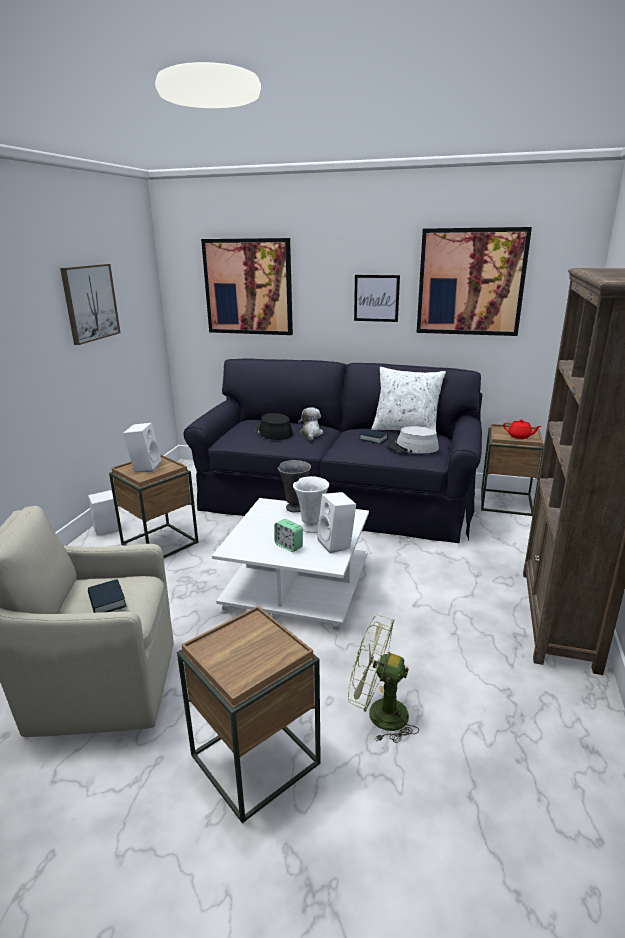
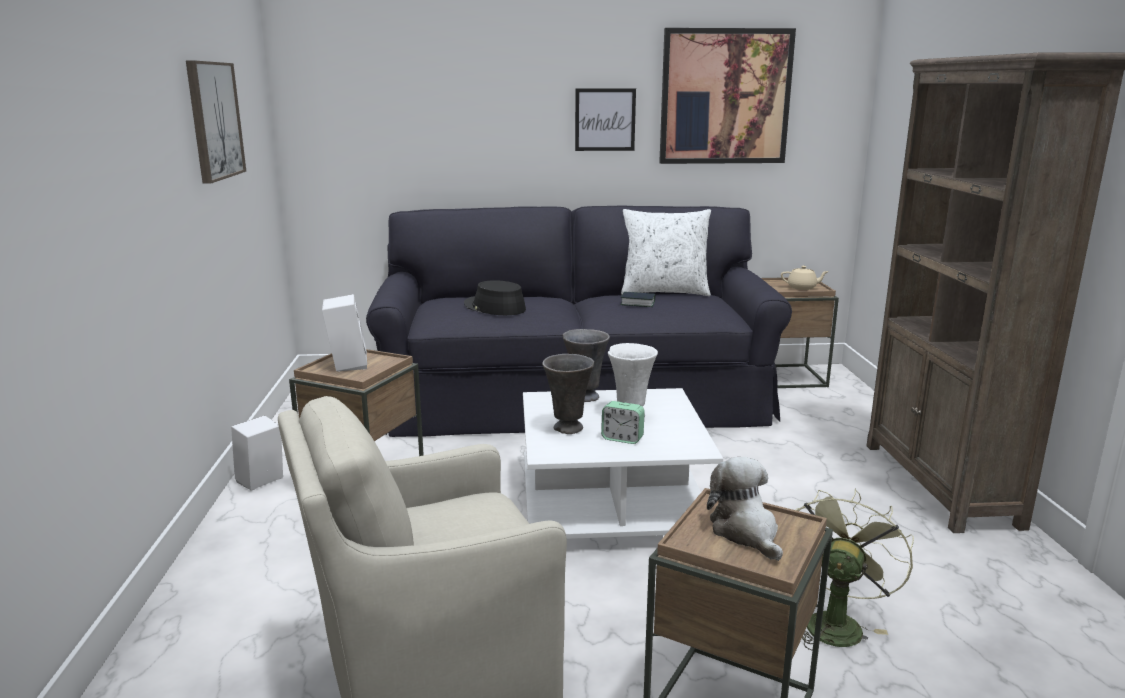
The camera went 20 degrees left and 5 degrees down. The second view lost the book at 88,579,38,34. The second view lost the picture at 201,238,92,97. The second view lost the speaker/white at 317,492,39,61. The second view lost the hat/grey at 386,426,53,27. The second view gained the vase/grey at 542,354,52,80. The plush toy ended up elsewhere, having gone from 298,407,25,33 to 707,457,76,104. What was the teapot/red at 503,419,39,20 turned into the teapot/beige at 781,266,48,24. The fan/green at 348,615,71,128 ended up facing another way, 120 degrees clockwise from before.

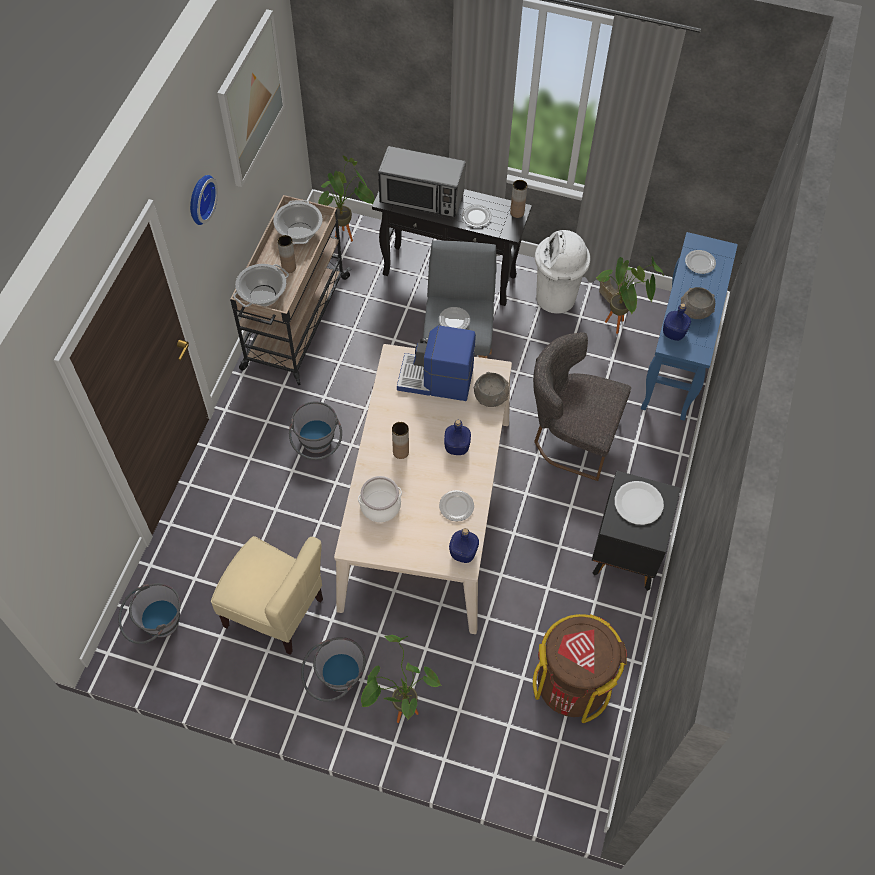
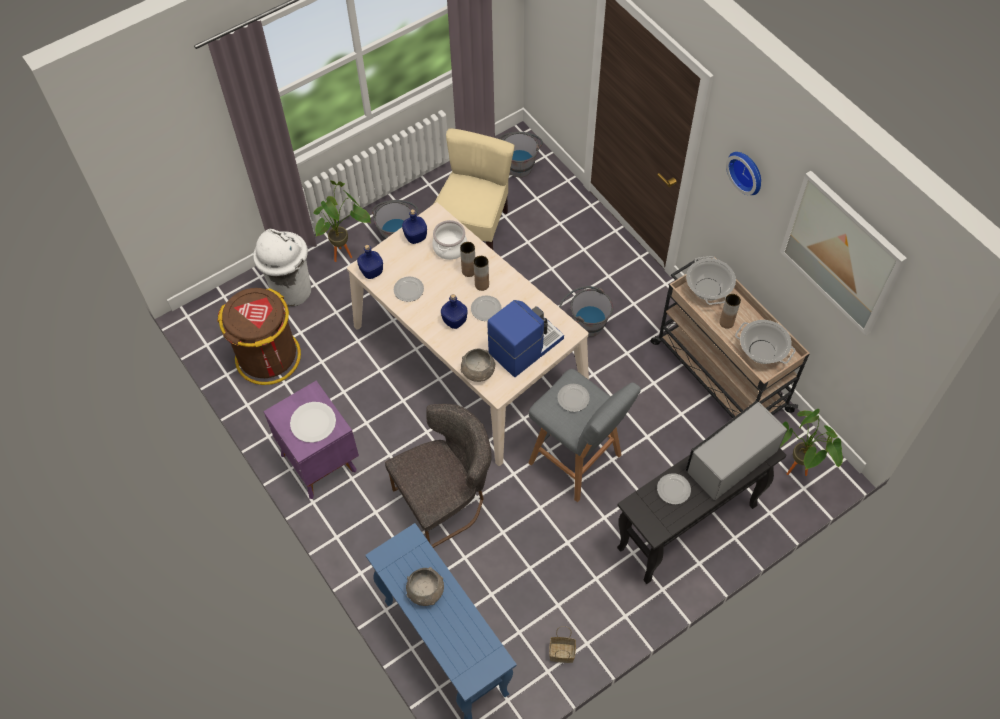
The camera went 130 degrees right and 0 degrees up. The second view lost the potted plant at 596,257,68,77. The vase/brown ended up elsewhere, having gone from 510,180,18,38 to 460,242,15,35. The trash can/white ended up elsewhere, having gone from 535,230,55,84 to 253,229,58,77. The bottle/blue ended up elsewhere, having gone from 663,303,28,38 to 402,209,25,35. The plate ended up elsewhere, having gone from 685,250,31,24 to 471,295,31,26. What was the nightstand/black at 592,470,89,121 turned into the nightstand/purple at 263,381,96,118. The chair/beige at 211,536,112,119 ended up facing another way, 135 degrees clockwise from before.

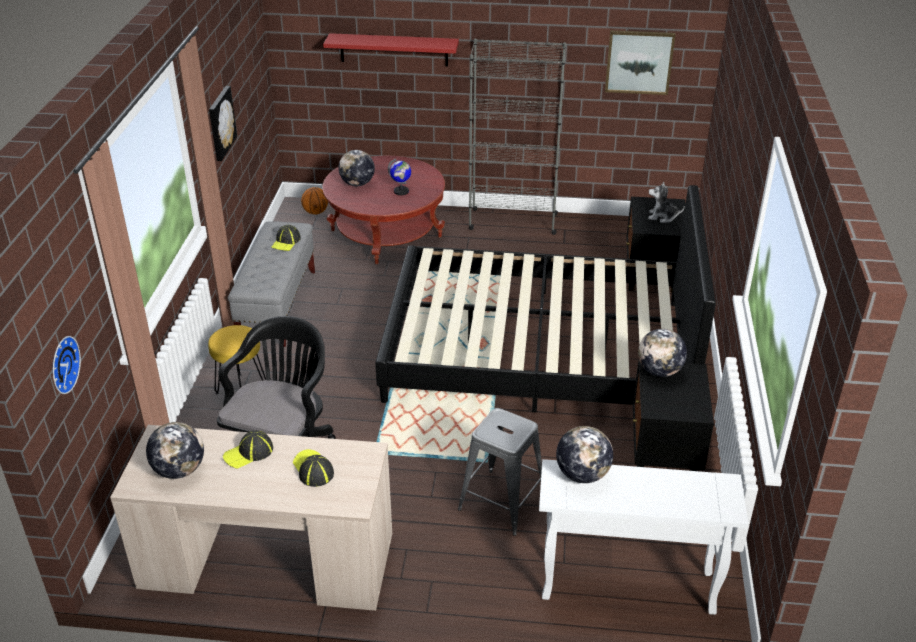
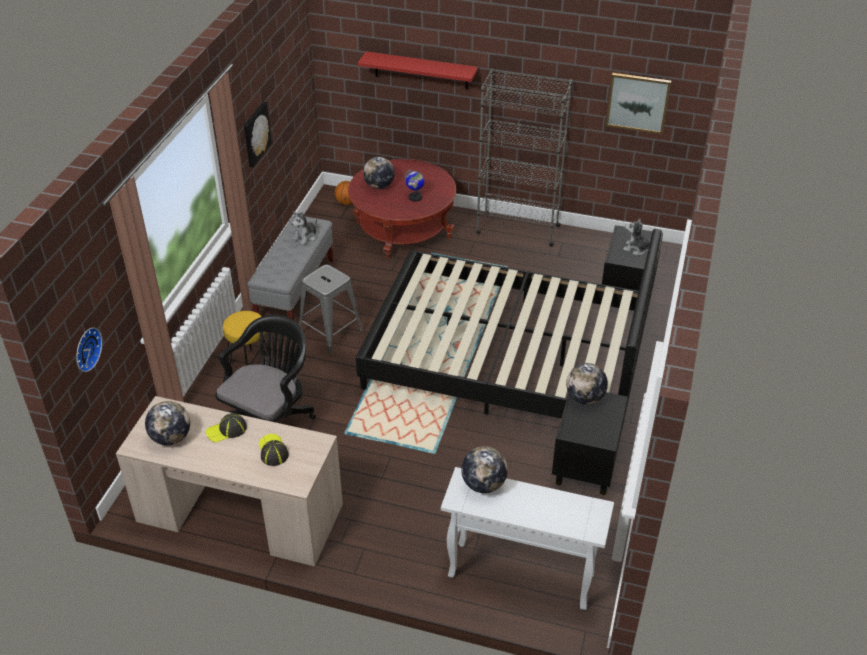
The camera went 10 degrees right and 5 degrees up. The stool/grey ended up elsewhere, having gone from 458,408,84,128 to 299,264,64,91. Where the cap stood at 271,225,30,26, the plush toy came to stand at 291,211,26,34.

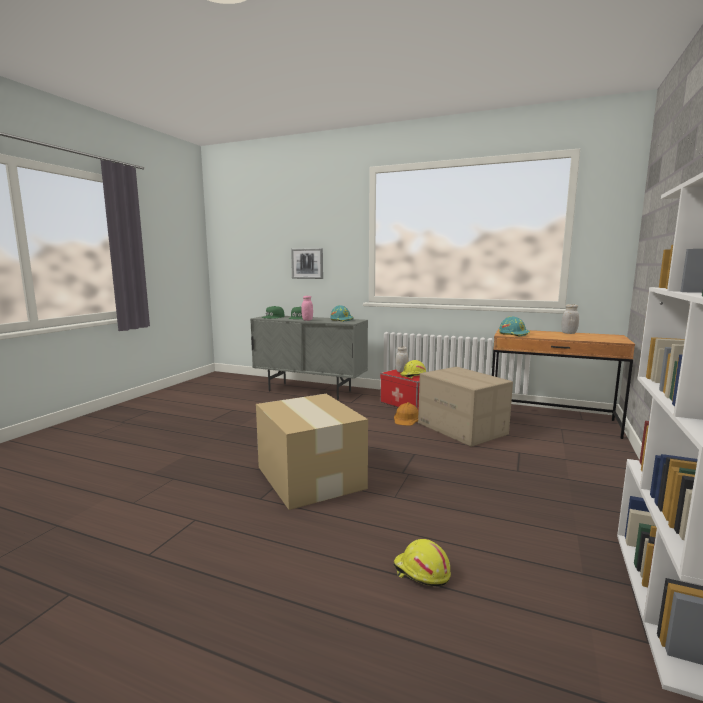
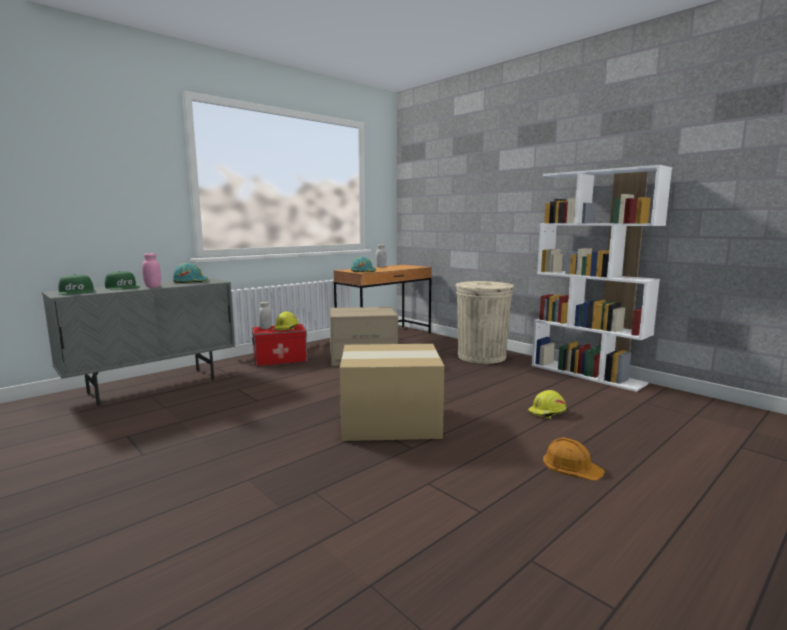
The camera went 65 degrees left and 0 degrees up. The second view lost the picture at 291,248,32,31. The second view gained the trash can/beige at 456,281,58,83. The hard hat/orange ended up elsewhere, having gone from 394,402,24,24 to 543,437,62,43.

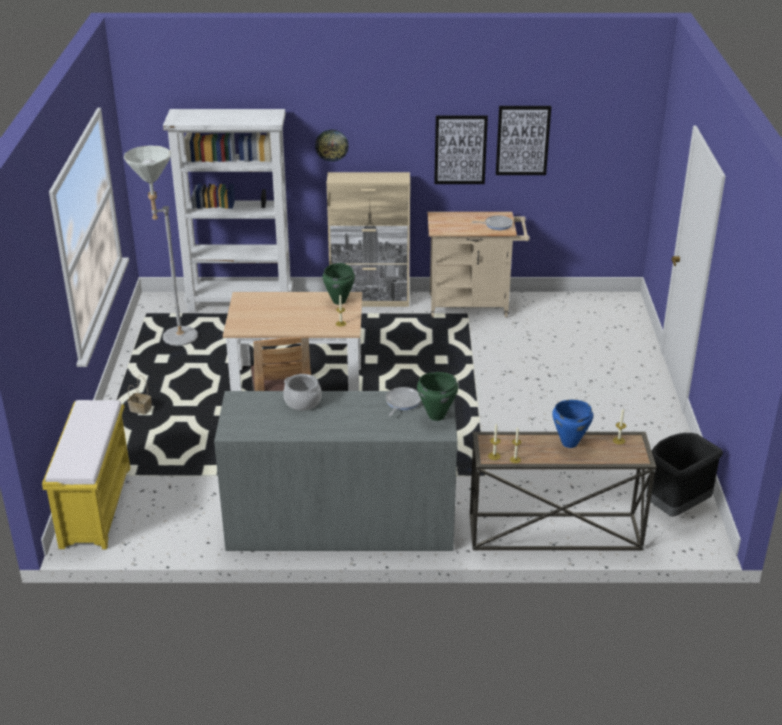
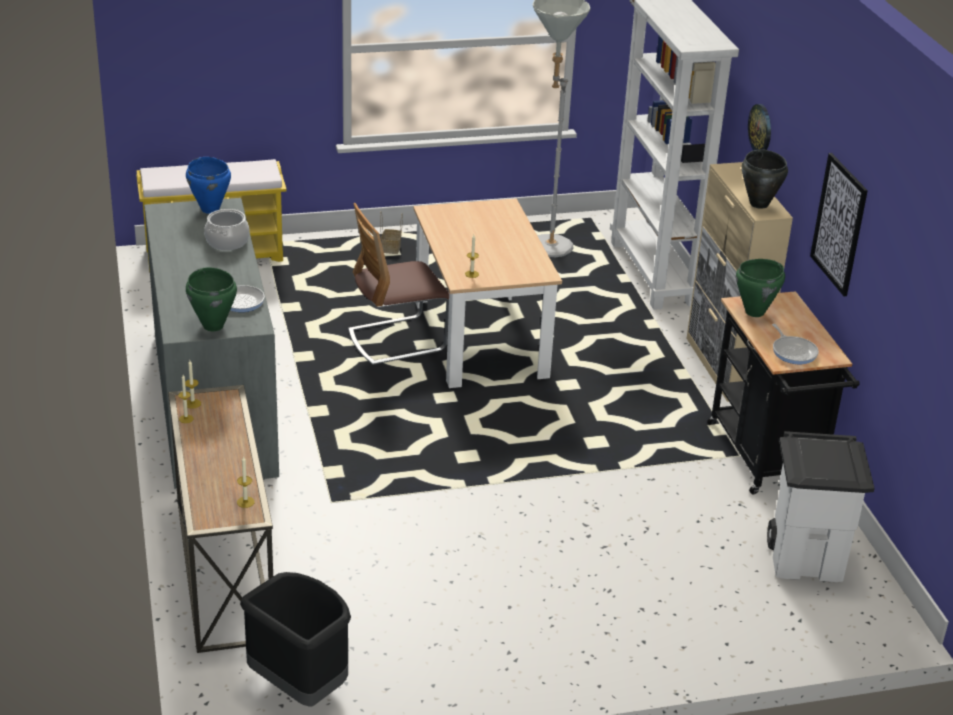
The camera went 75 degrees right and 0 degrees up. The second view lost the picture at 496,106,55,69. The second view gained the cooking pot/black at 742,149,46,60. The second view gained the trash can/white at 767,431,108,151. The cooking pot/green ended up elsewhere, having gone from 323,263,32,42 to 736,259,49,58. The cooking pot/blue ended up elsewhere, having gone from 552,400,41,48 to 186,157,45,57. What was the cart/beige at 428,212,102,105 turned into the cart/black at 707,291,153,203.

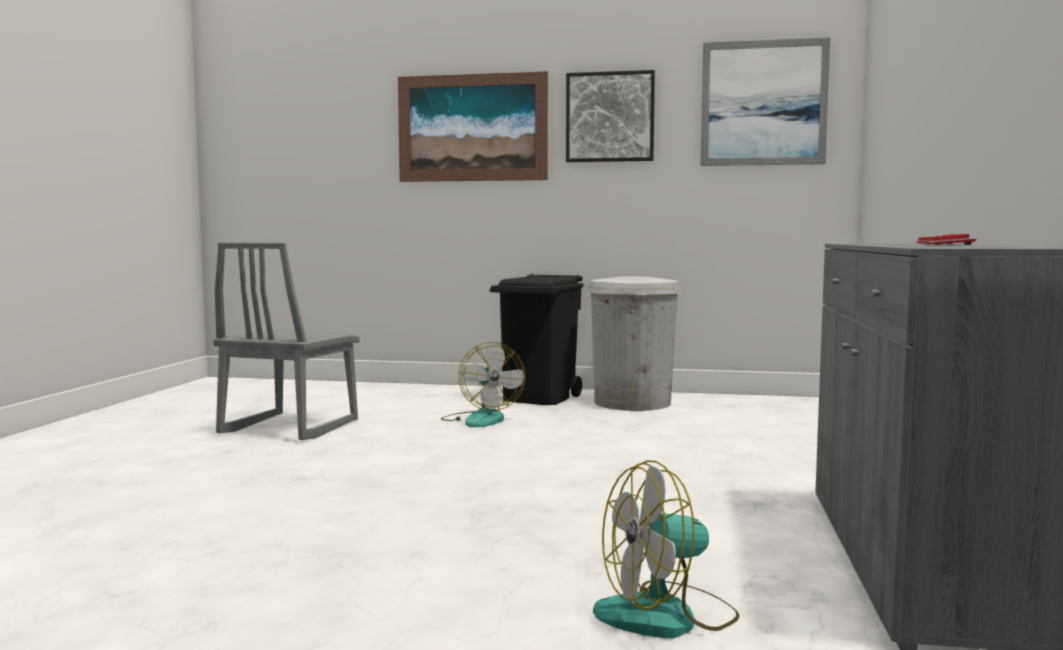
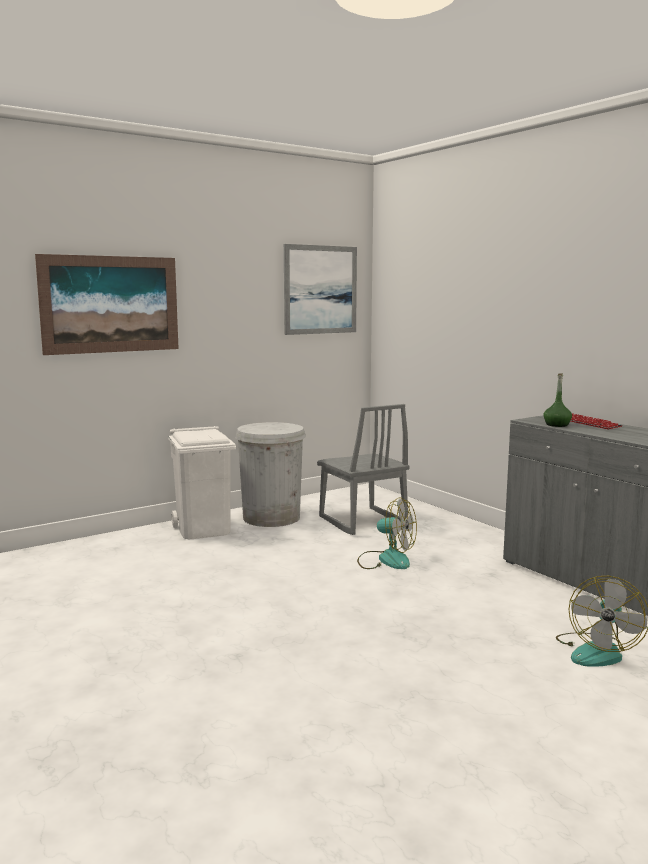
The camera went 45 degrees left and 5 degrees up. The second view lost the picture at 566,70,89,92. The second view gained the bottle/green at 544,373,28,54. The chair/grey ended up elsewhere, having gone from 214,242,146,198 to 317,404,92,131. The fan ended up elsewhere, having gone from 441,342,84,85 to 357,498,60,71. What was the trash can/black at 490,274,94,131 turned into the trash can/white at 168,426,68,113.

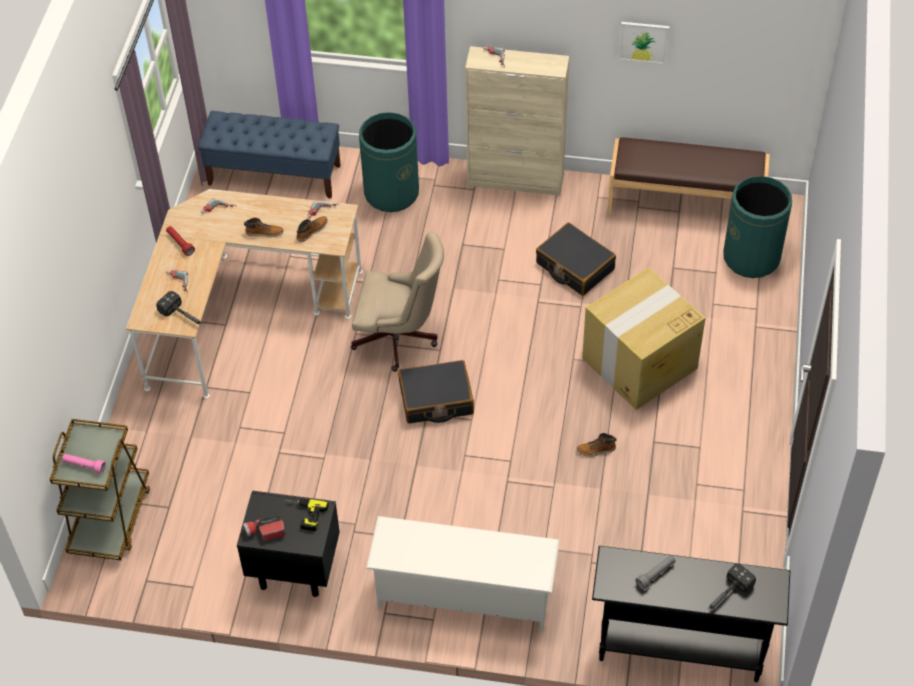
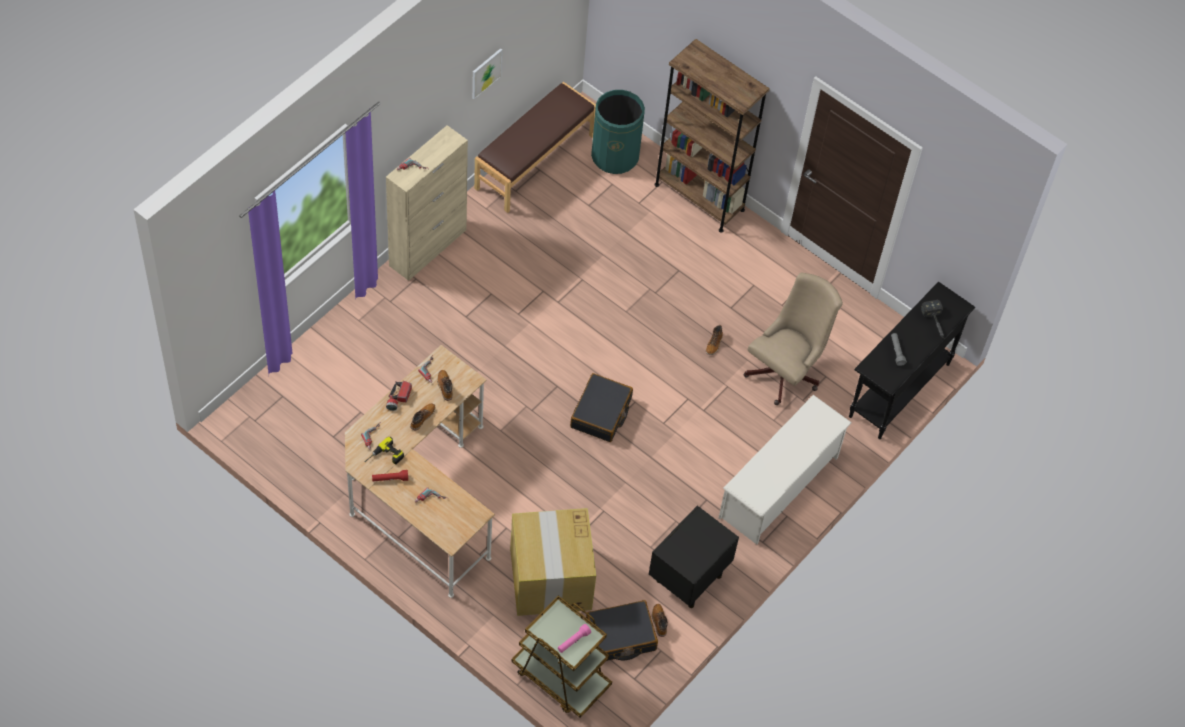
The camera went 65 degrees left and 5 degrees up. The second view lost the hammer at 156,291,46,34. The second view lost the bench/blue at 198,111,143,88. The second view lost the trash can/green at 359,112,60,100. The second view gained the boot at 652,604,16,33. The second view gained the bookcase/brown at 654,39,116,193. The flashlight ended up elsewhere, having gone from 243,515,42,26 to 386,381,26,30. The power drill ended up elsewhere, having gone from 284,499,45,32 to 365,437,39,27. The office chair/beige ended up elsewhere, having gone from 351,232,93,140 to 744,273,99,132. The suitcase/black ended up elsewhere, having gone from 536,223,80,73 to 586,600,72,61. The cardboard box ended up elsewhere, having gone from 582,267,123,143 to 510,508,86,108.

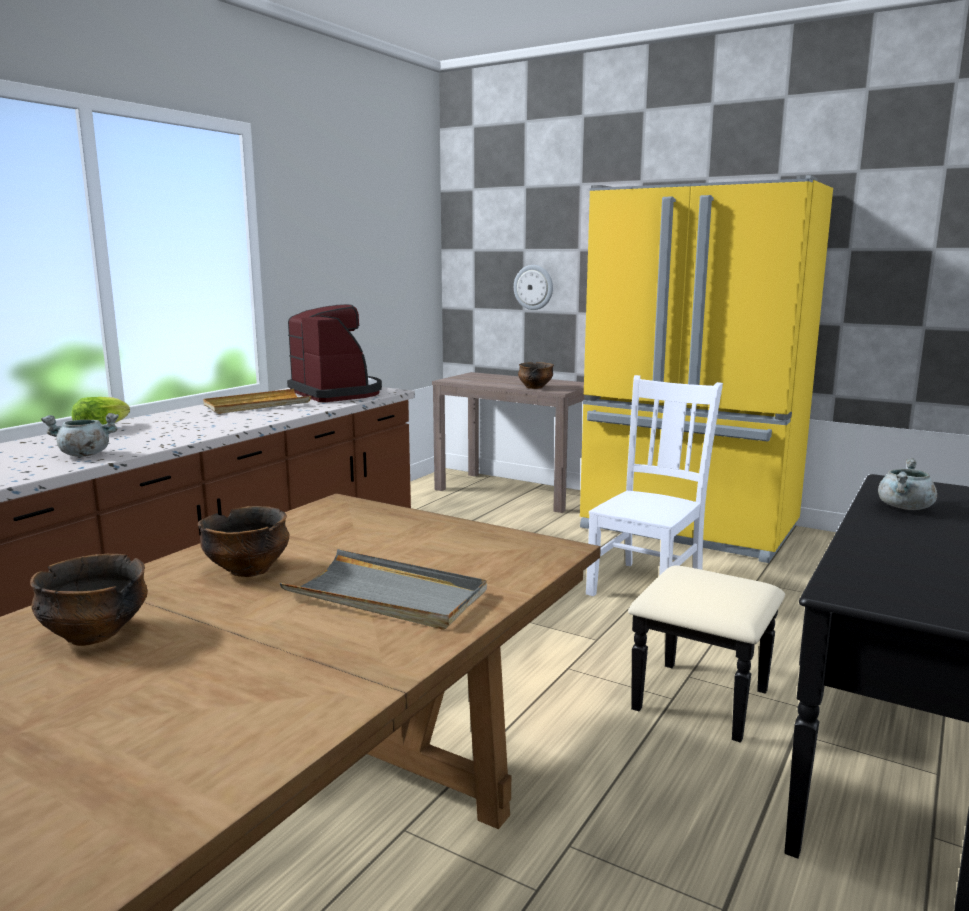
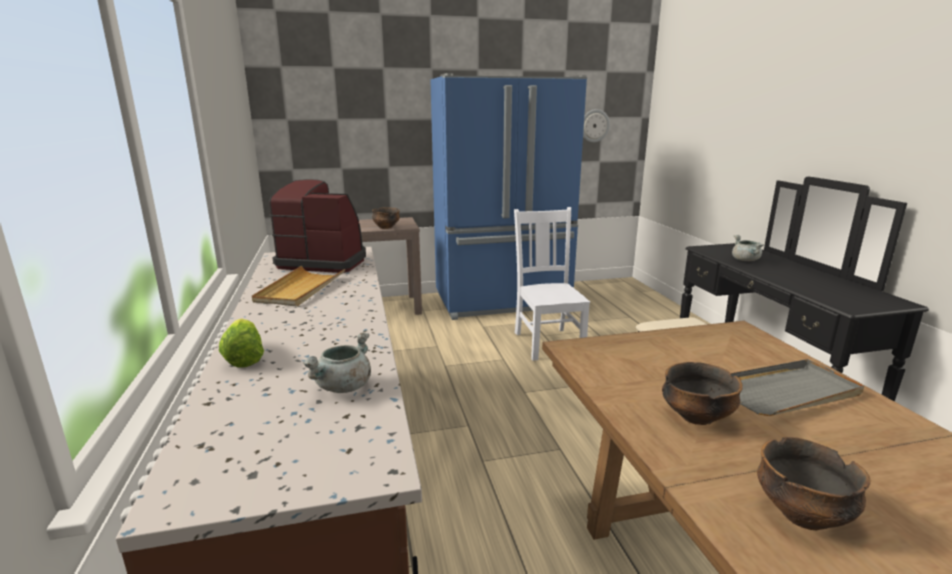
The camera went 45 degrees left and 5 degrees up. The wall clock ended up elsewhere, having gone from 514,265,39,45 to 583,109,27,33. What was the fridge/yellow at 580,175,253,388 turned into the fridge/blue at 430,73,157,247.

